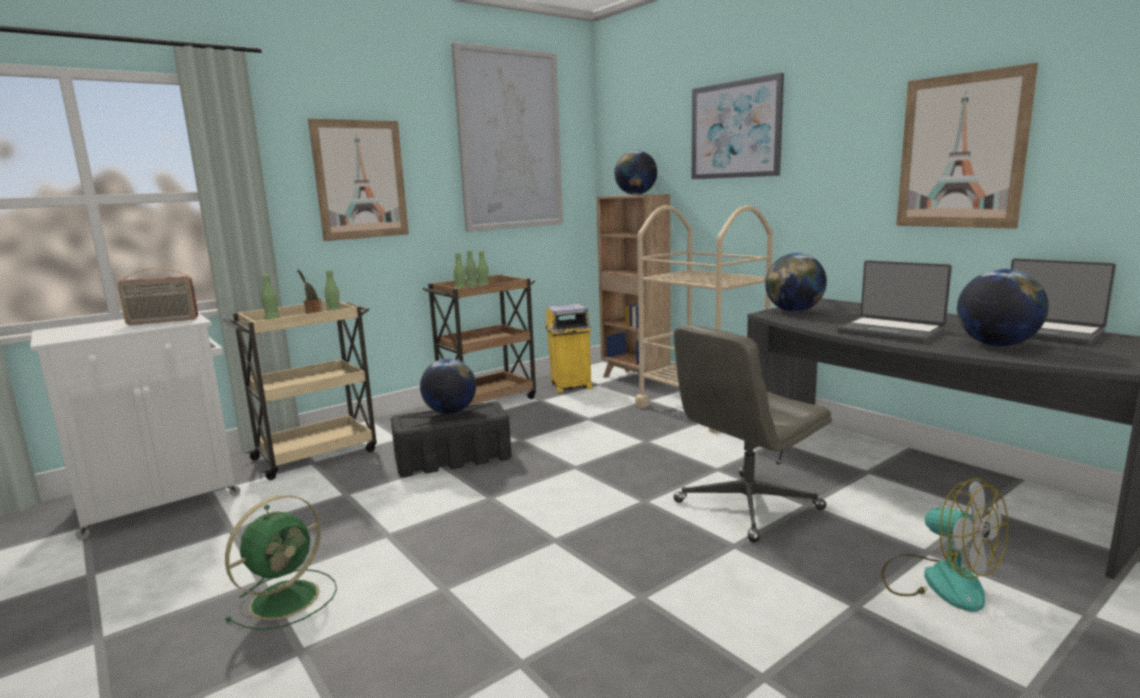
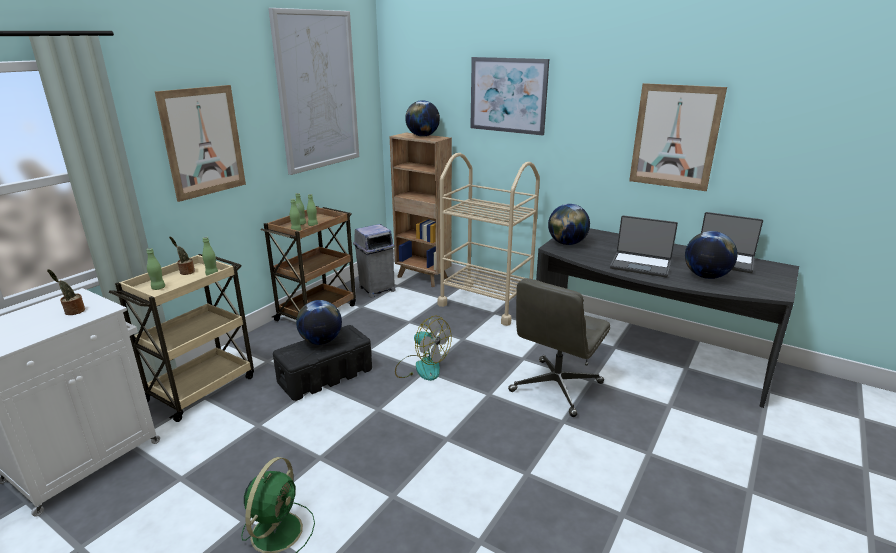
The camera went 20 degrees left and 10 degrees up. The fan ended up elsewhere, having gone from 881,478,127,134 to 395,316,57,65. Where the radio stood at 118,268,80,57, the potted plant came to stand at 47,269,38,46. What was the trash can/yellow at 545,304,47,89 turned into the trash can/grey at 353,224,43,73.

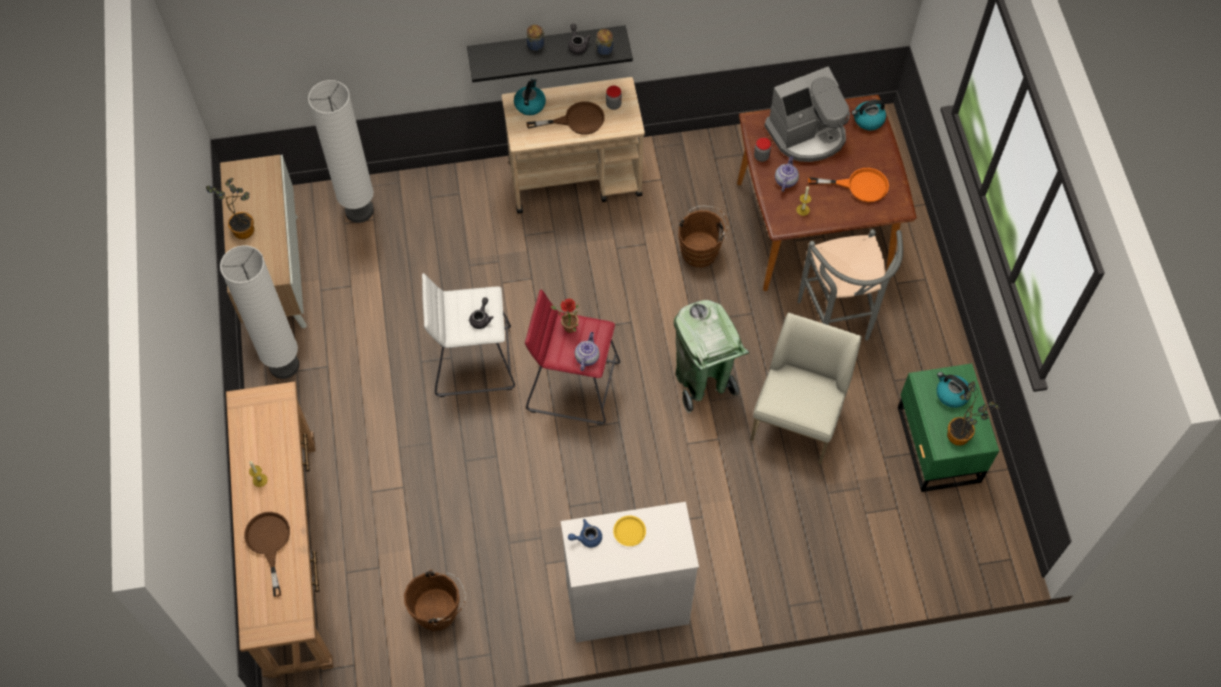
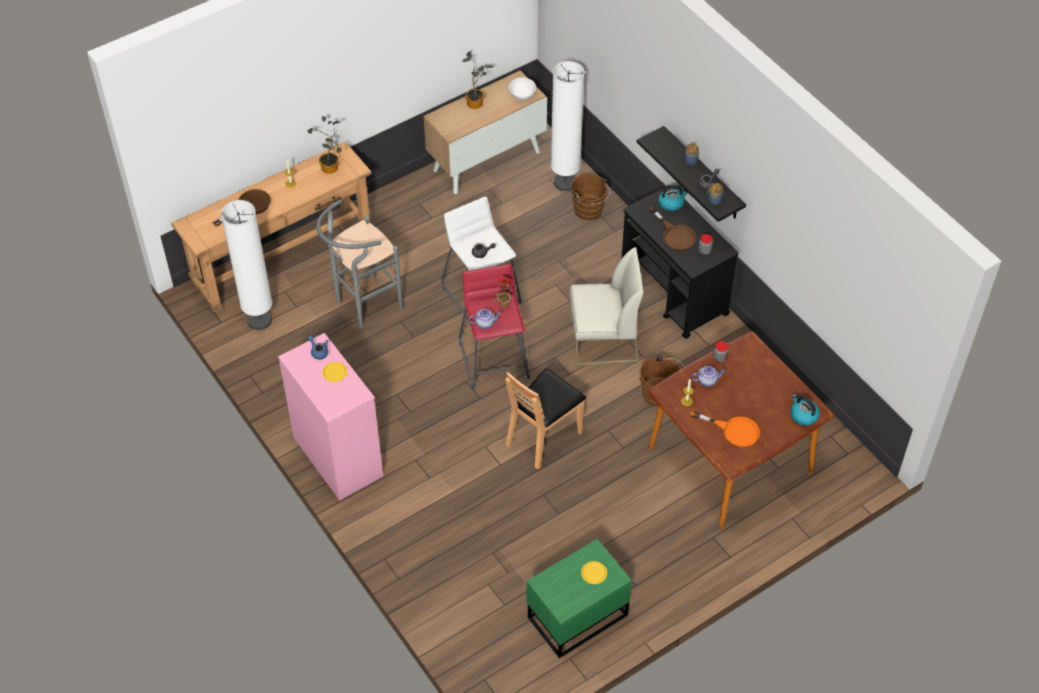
The camera went 65 degrees right and 10 degrees down. The second view lost the coffee machine at 764,66,86,96. The second view gained the bowl/white at 509,78,27,22. The floor lamp/white ended up elsewhere, having gone from 220,245,79,134 to 221,200,51,130. The bucket/brown ended up elsewhere, having gone from 404,569,62,62 to 571,173,39,47. The chair/white ended up elsewhere, having gone from 750,312,112,152 to 570,247,74,119. The stool/grey ended up elsewhere, having gone from 798,229,105,112 to 316,199,86,129. The potted plant ended up elsewhere, having gone from 947,381,52,65 to 308,116,34,58. Where the trash can/green stood at 674,300,75,113, the chair/brown came to stand at 505,368,81,101. Where the kettle stood at 937,372,33,36, the plate/yellow came to stand at 581,561,26,23. What was the cart/beige at 502,77,143,136 turned into the cart/black at 621,185,118,154. What was the dresser/white at 561,502,138,141 turned into the dresser/pink at 278,333,105,168. The frying pan/orange at 808,168,81,34 ended up facing another way, 45 degrees counterclockwise from before.

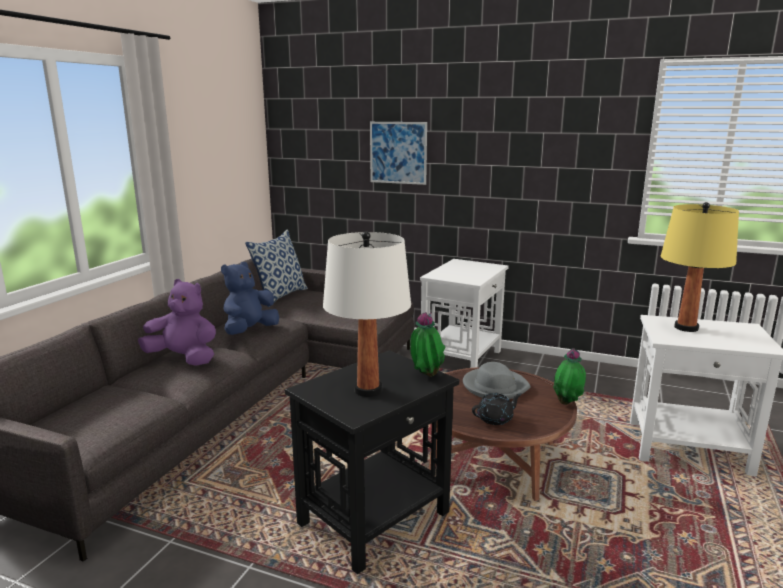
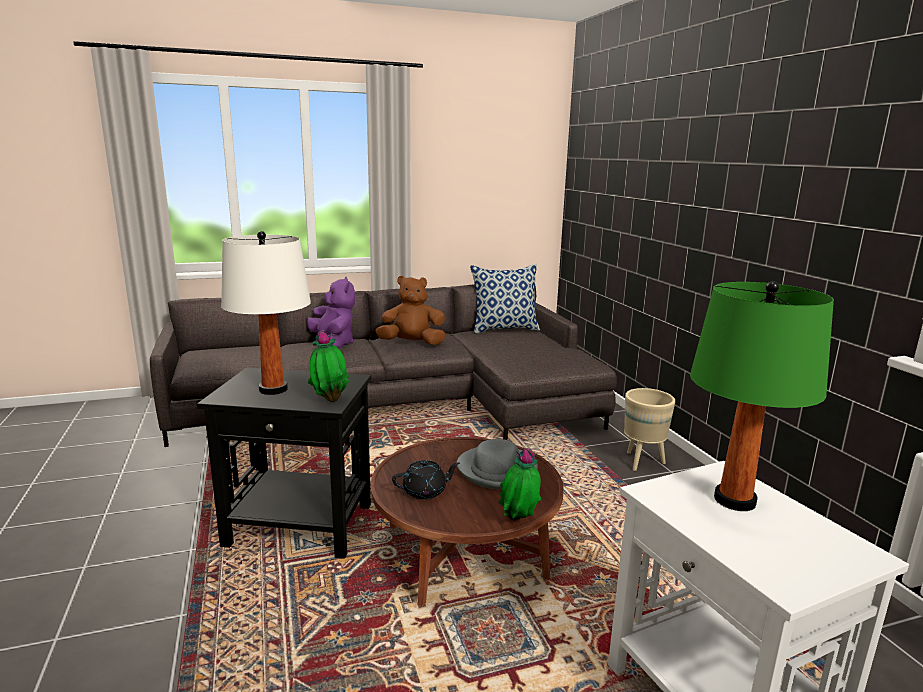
The camera went 50 degrees right and 0 degrees up. The second view lost the picture at 370,122,57,63. Where the side table/white stood at 420,259,89,109, the planter/beige came to stand at 624,388,51,83. What was the plush toy/blue at 221,262,58,73 turned into the plush toy/brown at 375,276,70,69. What was the table lamp/yellow at 660,202,79,130 turned into the table lamp/green at 690,281,144,230. The teapot/black at 472,393,50,32 ended up facing another way, 45 degrees counterclockwise from before.

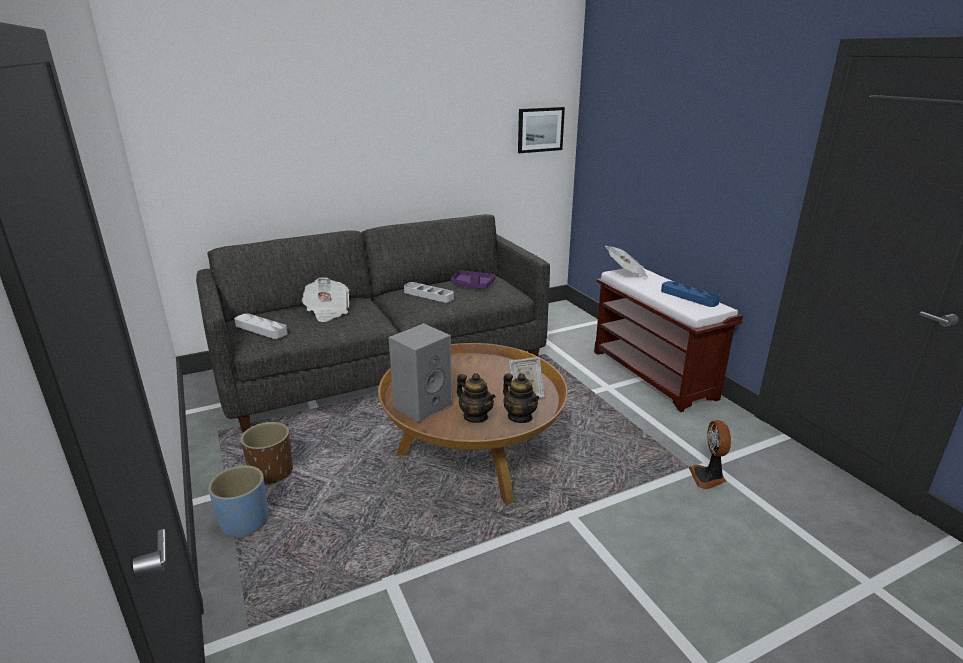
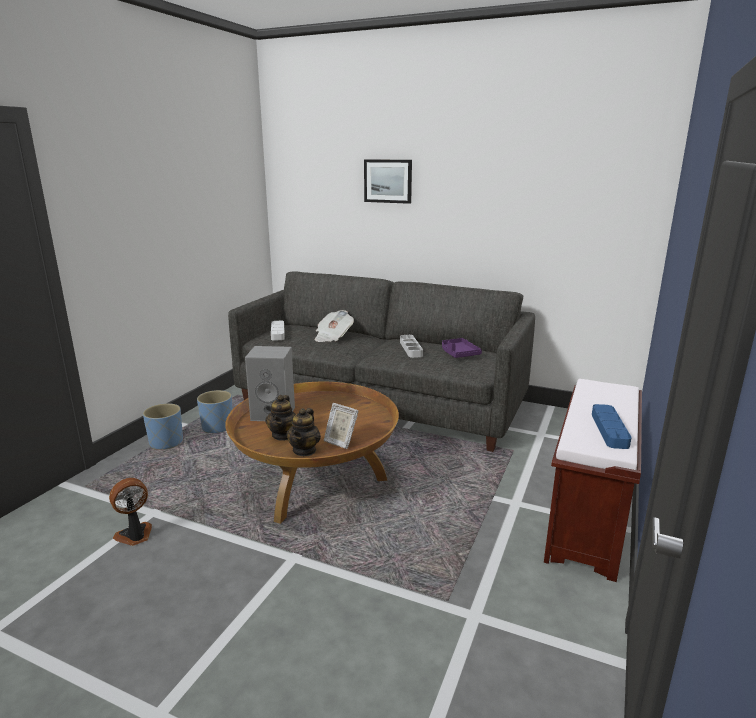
The camera went 50 degrees right and 5 degrees down. The second view lost the newspaper at 605,246,44,32. The picture ended up elsewhere, having gone from 518,107,47,46 to 364,159,48,45. The fan ended up elsewhere, having gone from 689,420,42,69 to 109,478,43,68. What was the planter/brown at 241,422,52,63 turned into the planter/blue at 197,390,35,43.

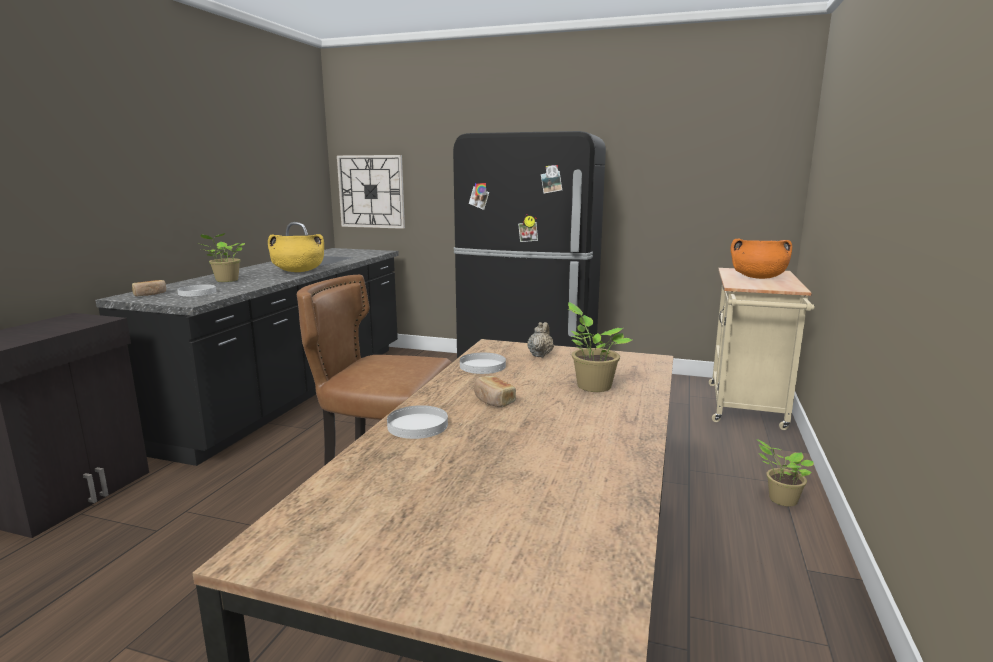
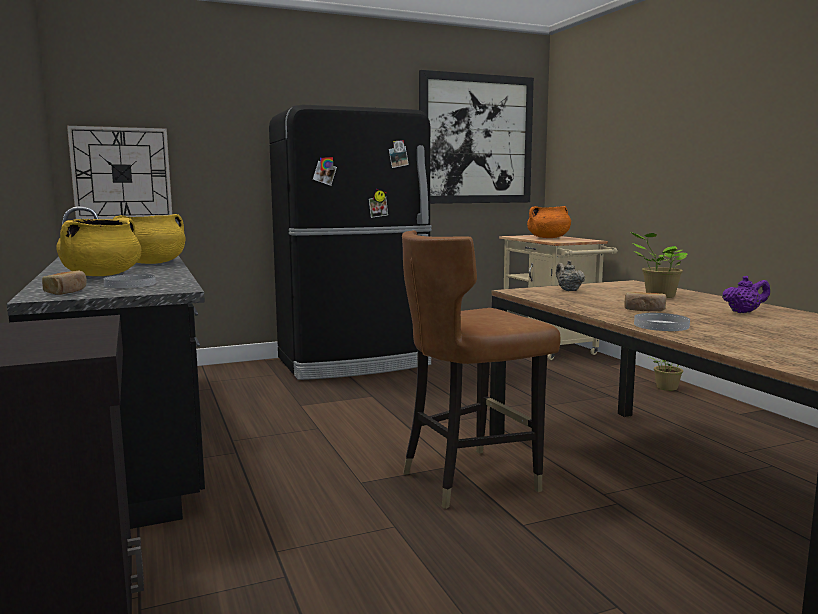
The camera went 40 degrees left and 5 degrees down. The second view lost the plate/white at 460,353,46,21. The second view gained the picture at 419,70,115,134. The second view gained the teapot/purple at 722,276,48,37. Where the potted plant stood at 200,233,45,49, the cooking pot/yellow came to stand at 56,217,85,59.

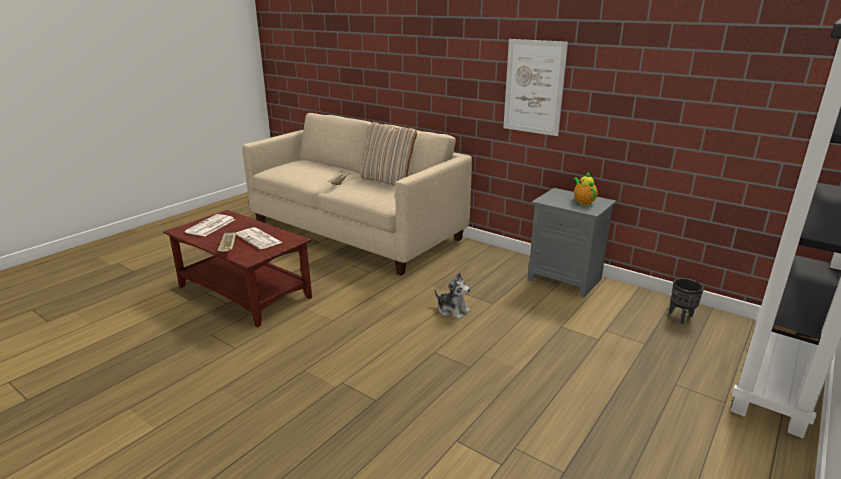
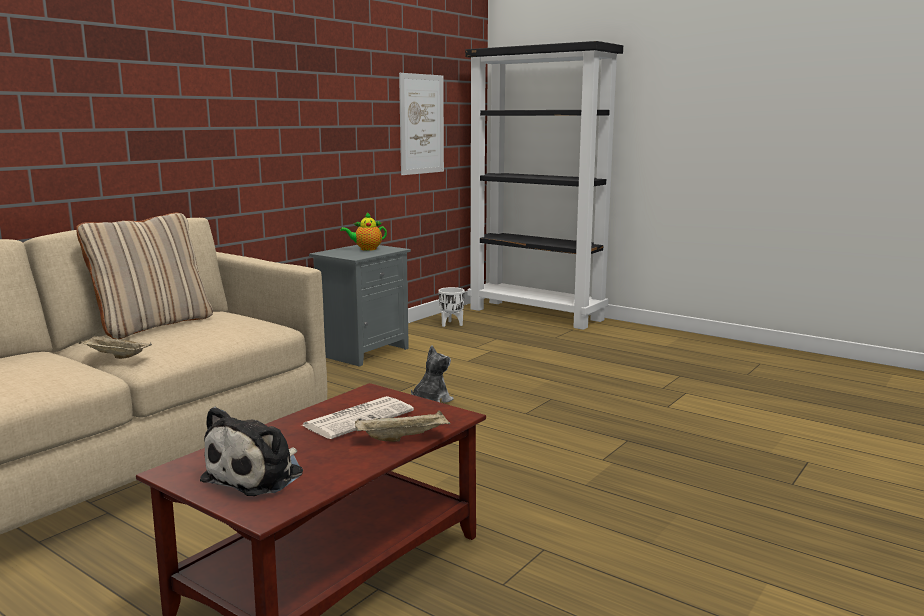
The camera went 90 degrees left and 10 degrees down. The picture ended up elsewhere, having gone from 503,39,65,97 to 399,73,45,102. Where the newspaper stood at 184,214,51,22, the plush toy came to stand at 200,407,103,89. What was the planter/black at 669,278,35,46 turned into the planter/white at 438,287,27,40.

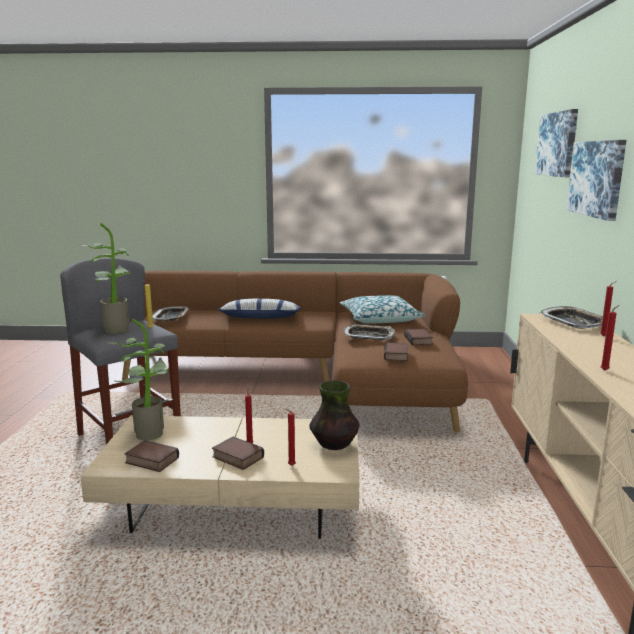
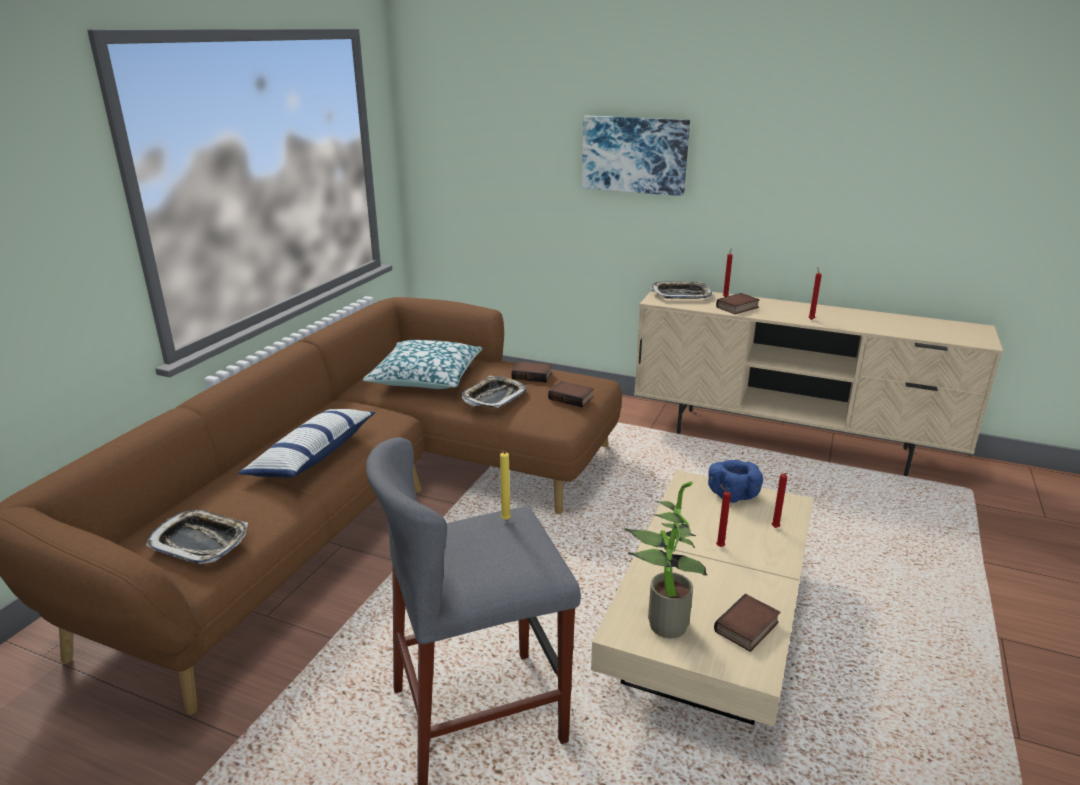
The camera went 70 degrees left and 10 degrees up. The second view lost the potted plant at 81,223,50,111. The second view lost the picture at 535,109,43,68. The book ended up elsewhere, having gone from 212,437,52,33 to 716,293,44,21. Where the vase stood at 309,380,51,70, the bowl/blue came to stand at 708,460,55,43.

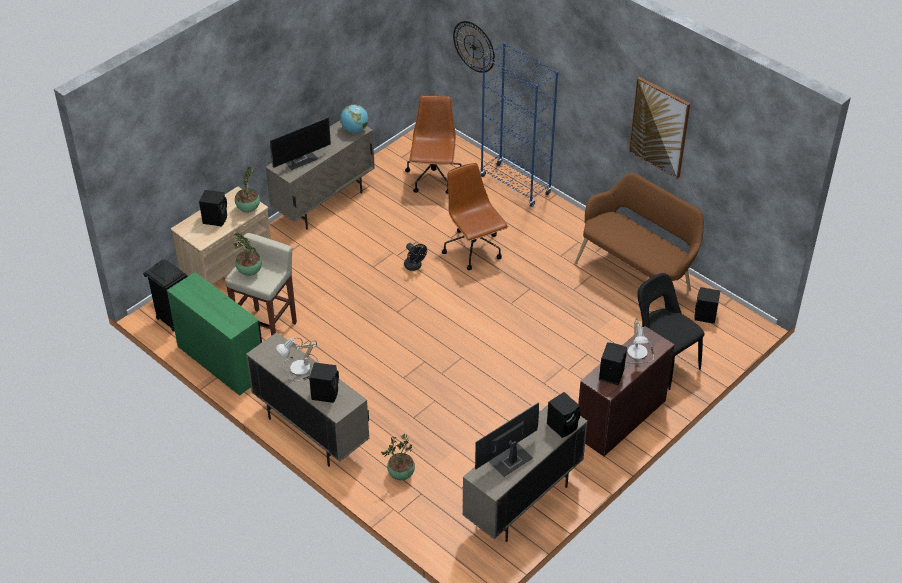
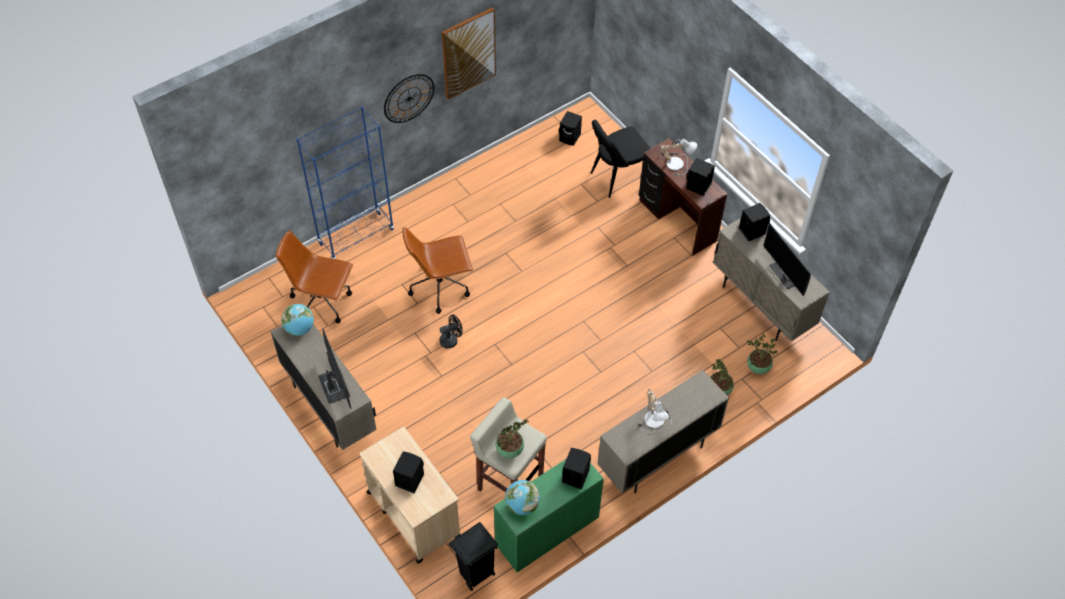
The camera went 80 degrees left and 10 degrees up. The second view lost the bench/brown at 575,173,129,136. The second view gained the globe at 505,480,35,35. The potted plant ended up elsewhere, having gone from 235,167,25,46 to 747,334,30,40. The speaker/black ended up elsewhere, having gone from 309,362,30,41 to 562,448,29,42. The wall clock ended up elsewhere, having gone from 453,21,42,52 to 384,74,50,49.

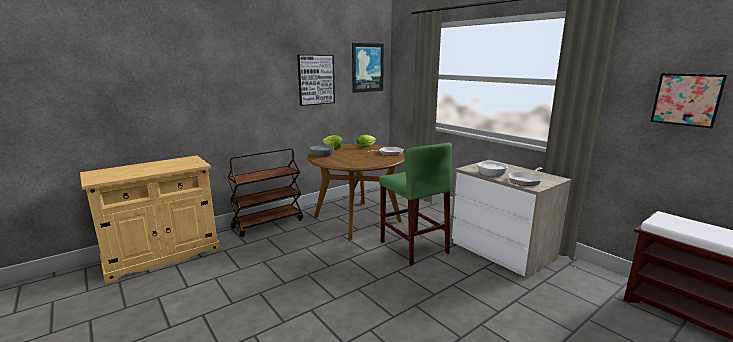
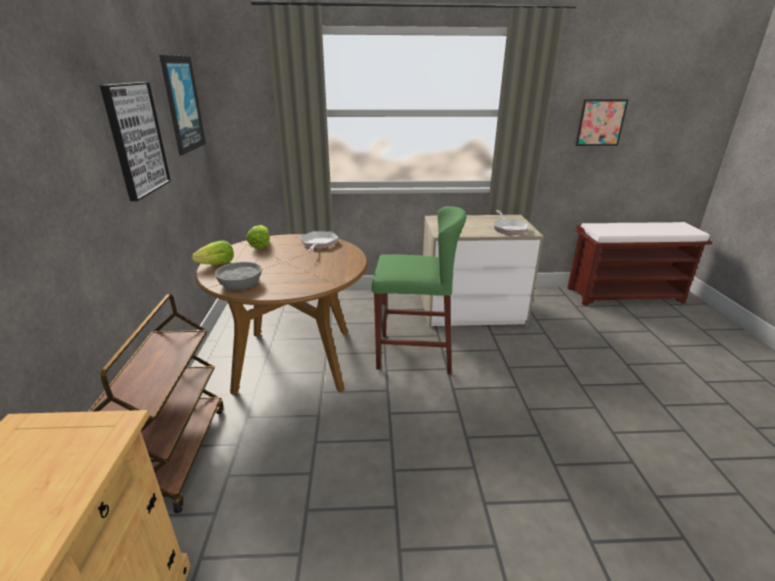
The camera went 55 degrees left and 10 degrees up. The second view lost the bowl/white at 477,161,31,16.

